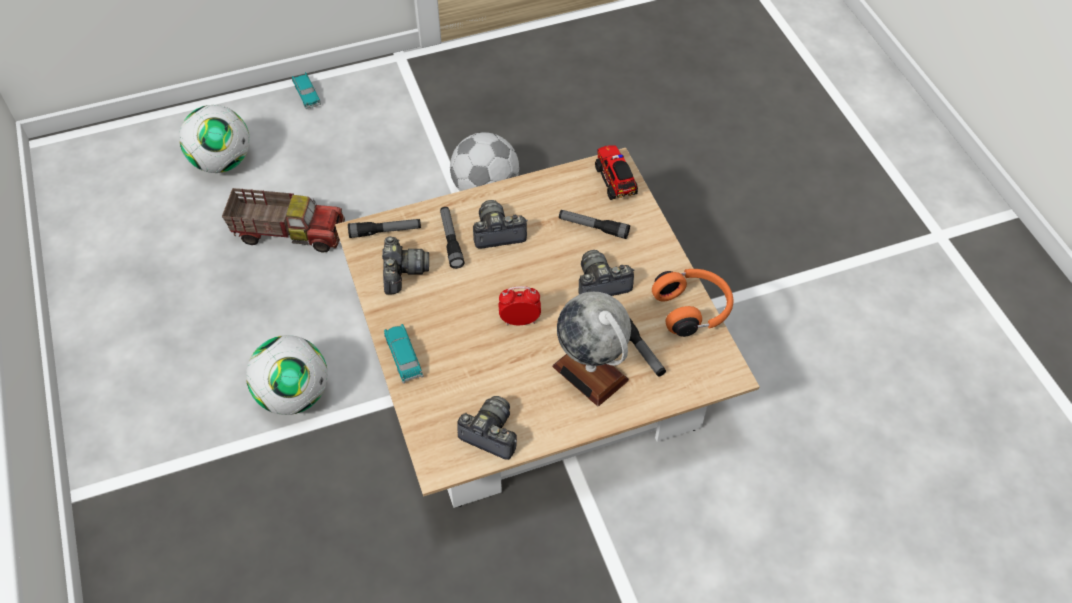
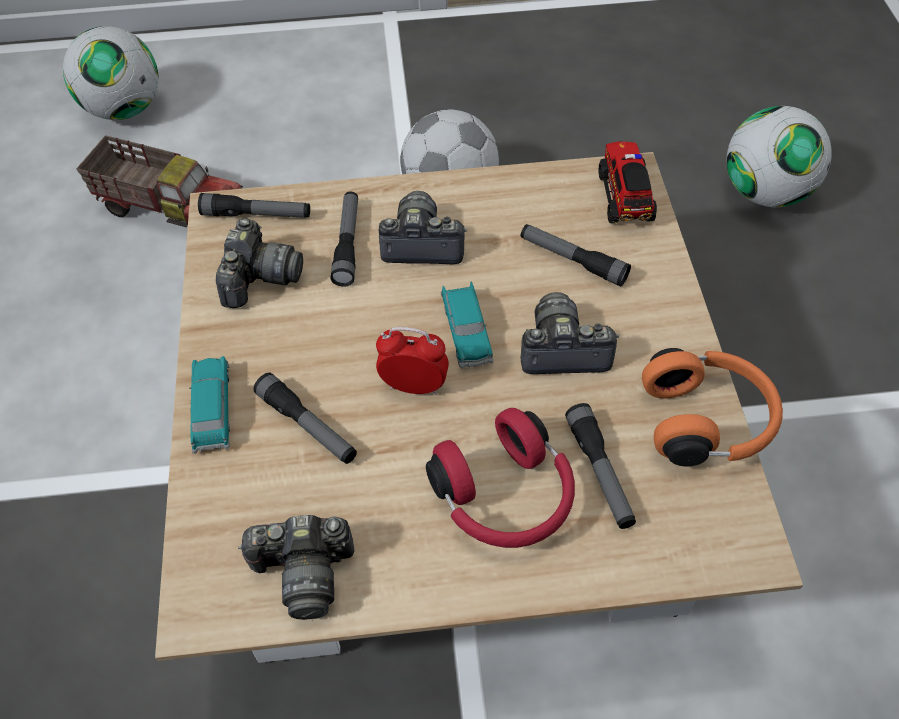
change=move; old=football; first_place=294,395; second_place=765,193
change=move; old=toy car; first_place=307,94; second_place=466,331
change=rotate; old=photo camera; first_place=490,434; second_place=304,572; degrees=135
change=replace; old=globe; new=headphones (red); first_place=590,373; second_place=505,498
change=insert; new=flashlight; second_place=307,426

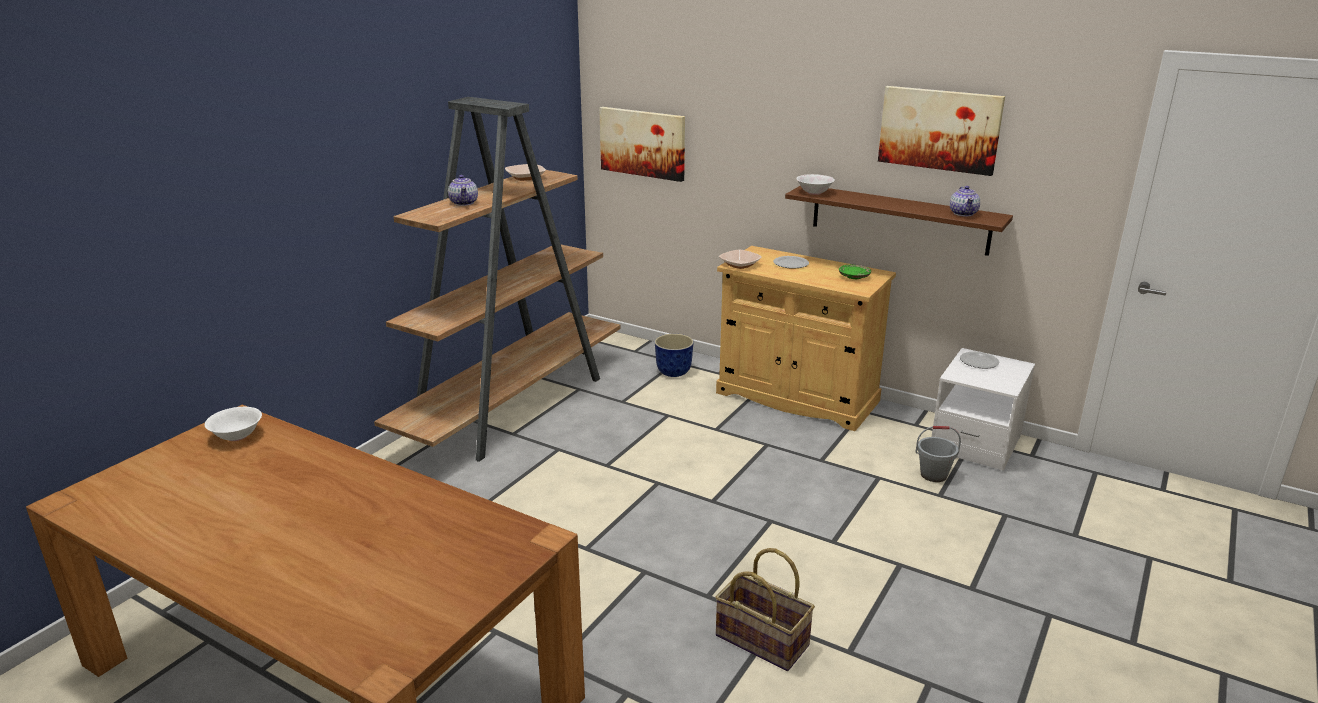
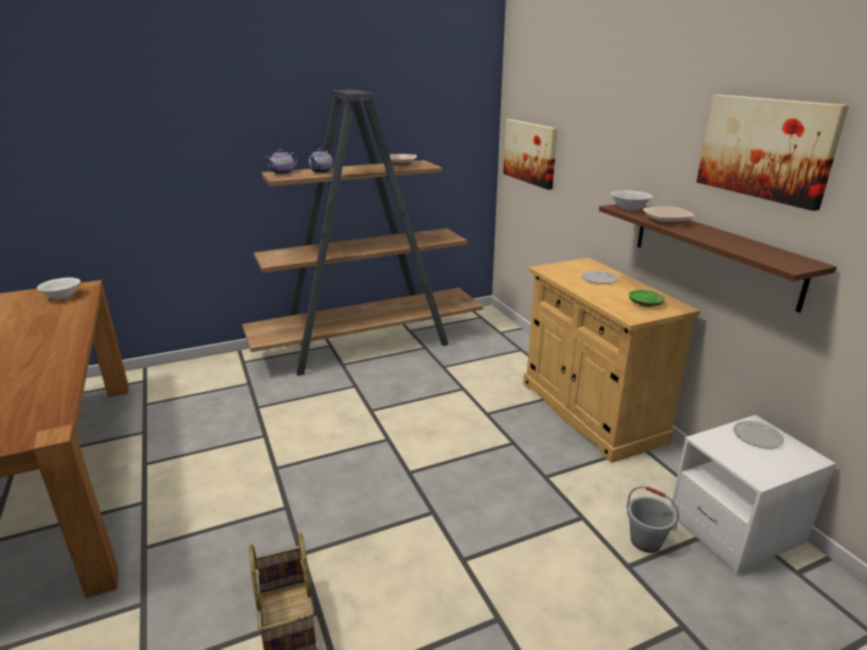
change=delete; old=planter; first_place=674,372
change=move; old=bowl; first_place=739,264; second_place=666,221
change=move; old=teapot; first_place=963,213; second_place=283,172

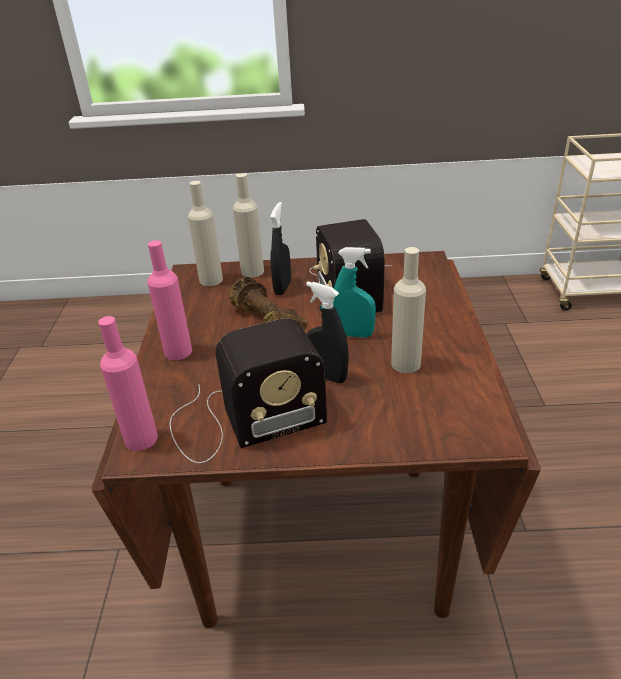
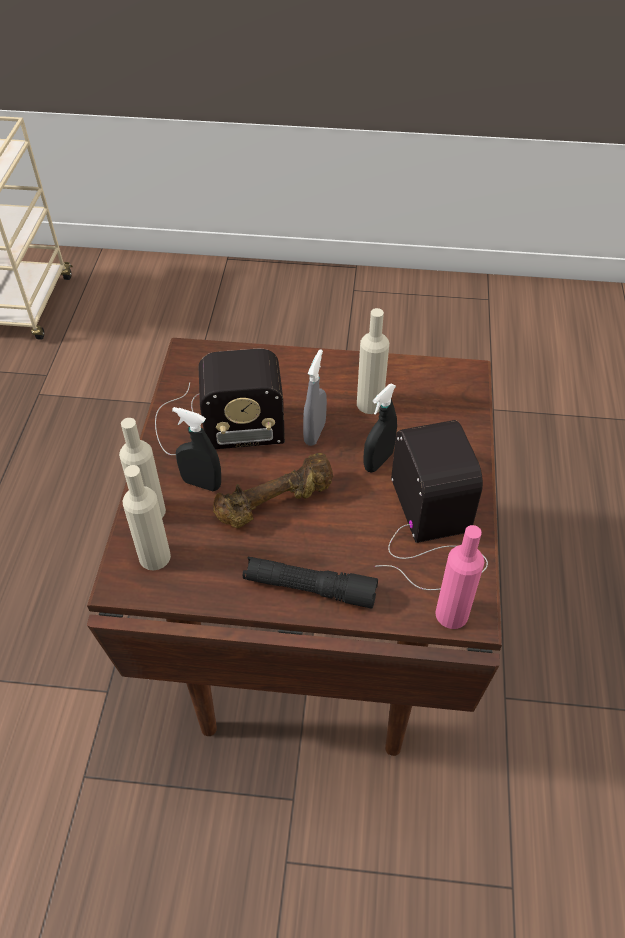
change=replace; old=bottle (pink); new=flashlight (black); first_place=178,351; second_place=309,588
change=recolor; old=spray bottle (turquoise); new=spray bottle (grey); first_place=353,334; second_place=314,433

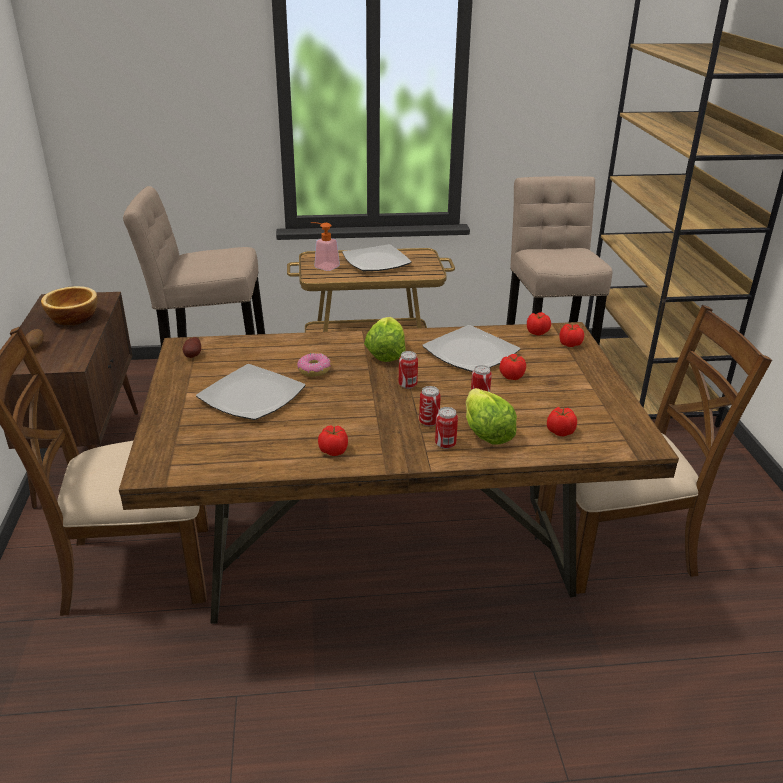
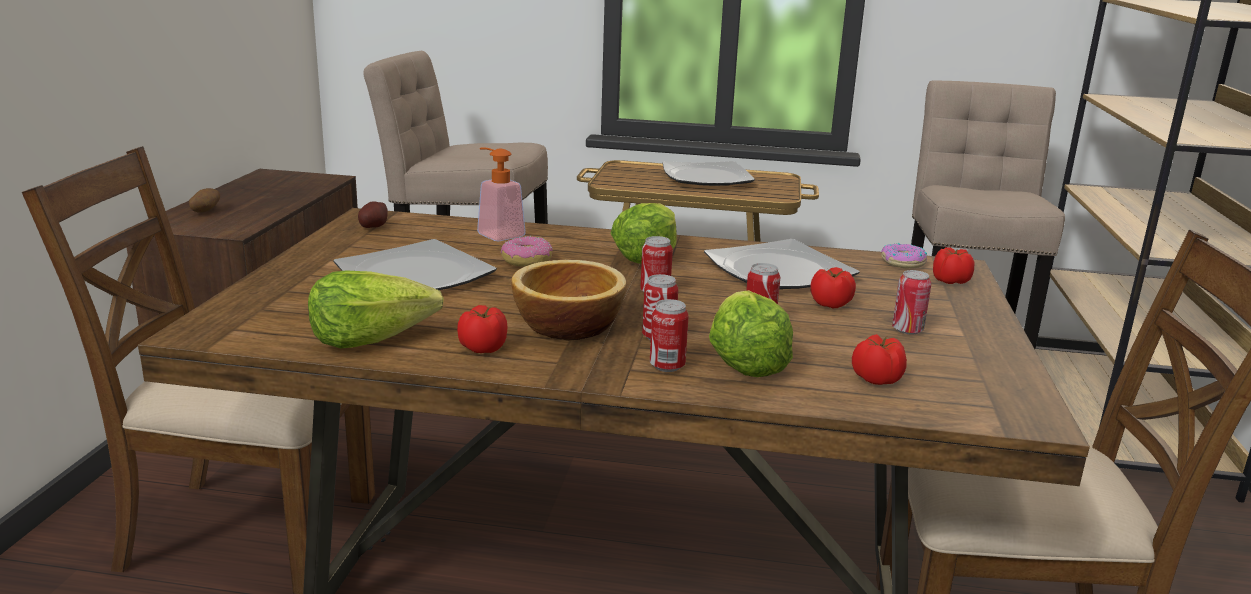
change=move; old=bowl; first_place=72,318; second_place=566,325
change=move; old=soap dispenser; first_place=323,266; second_place=496,233
change=replace; old=tomato; new=donut; first_place=537,332; second_place=902,263
change=insert; new=lettuce; second_place=371,339
change=insert; new=can; second_place=907,330

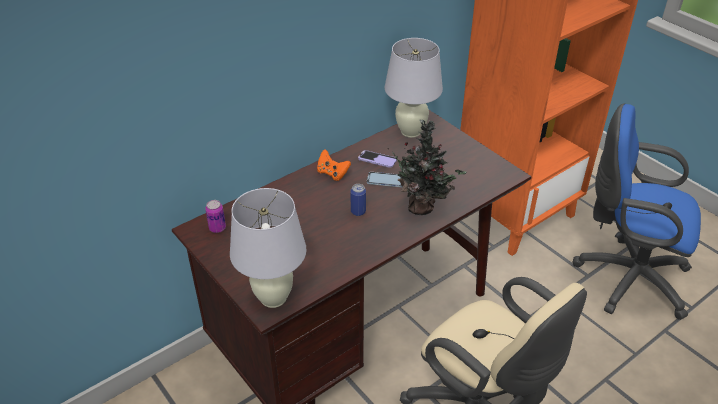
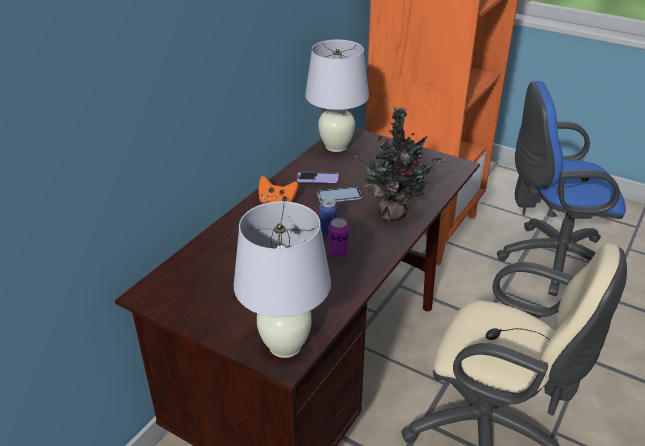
change=move; old=can; first_place=217,228; second_place=338,252

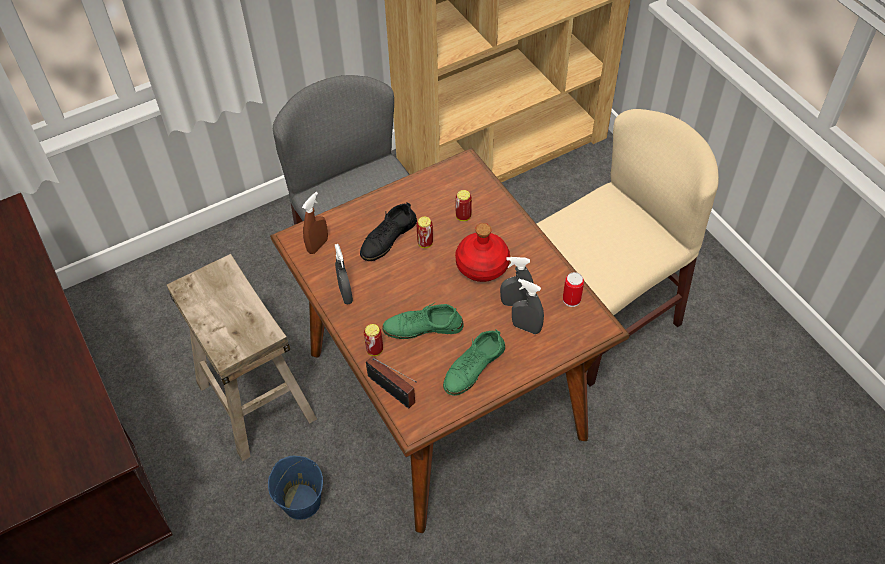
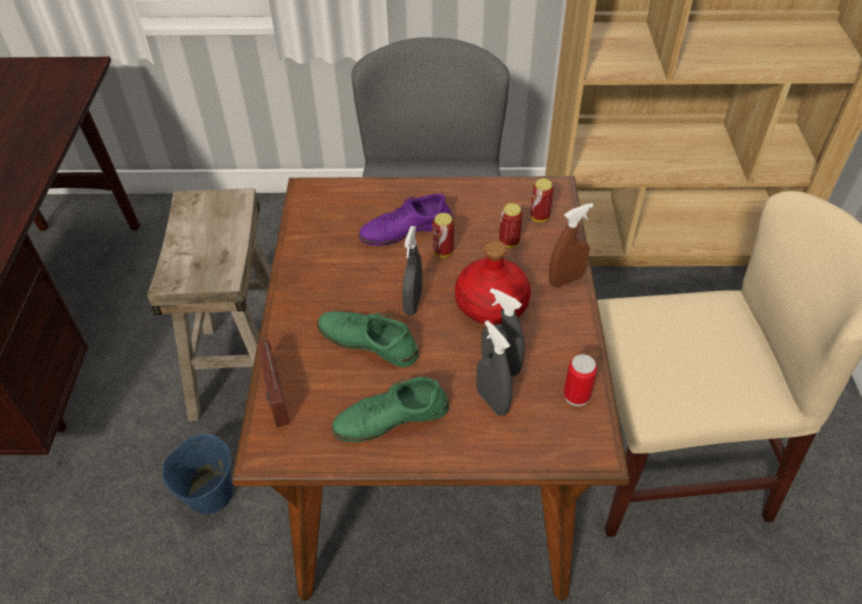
change=move; old=spray bottle (brown); first_place=318,245; second_place=566,280
change=move; old=spray bottle (grey); first_place=345,294; second_place=413,303
change=recolor; old=shoe (black); new=shoe (purple); first_place=388,238; second_place=406,229
change=move; old=can; first_place=374,350; second_place=539,217

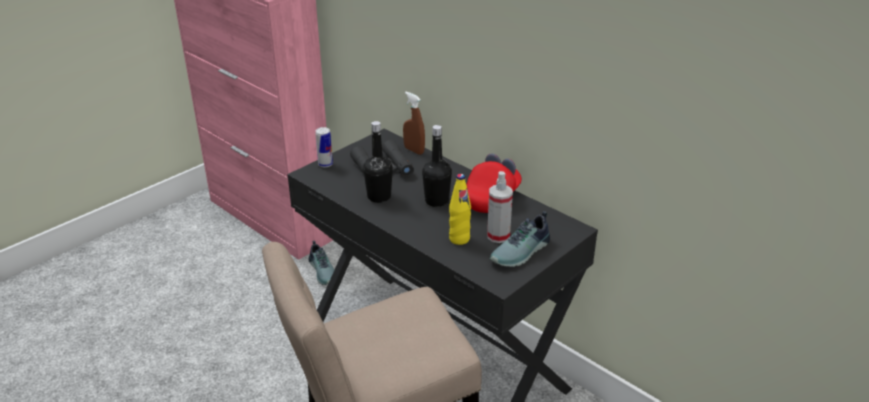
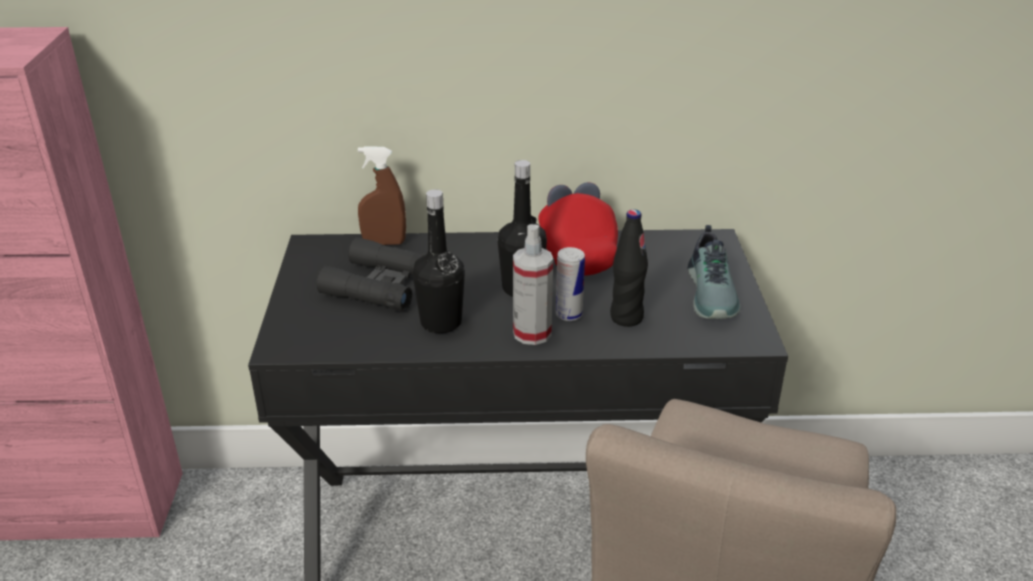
change=delete; old=shoe; first_place=324,271
change=move; old=can; first_place=325,164; second_place=569,315
change=recolor; old=bottle (yellow); new=bottle (black); first_place=459,239; second_place=626,317
change=move; old=spray bottle; first_place=498,236; second_place=532,333

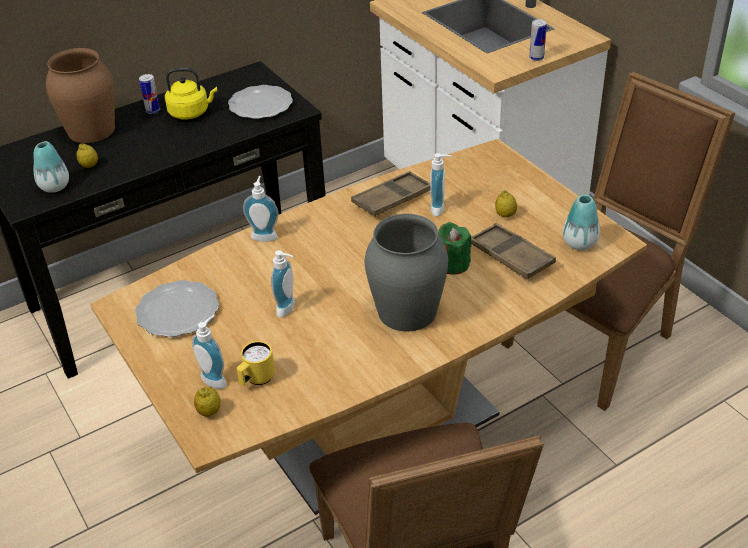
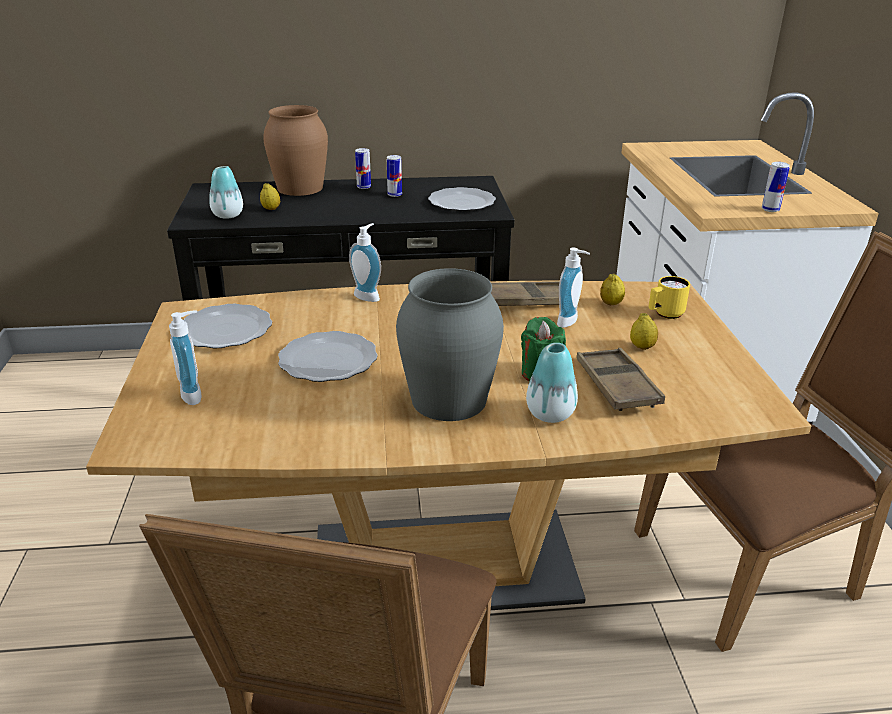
change=replace; old=kettle (yellow); new=can; first_place=191,112; second_place=394,195
change=move; old=lemon; first_place=209,412; second_place=611,304
change=move; old=mug (yellow); first_place=256,380; second_place=664,315
change=replace; old=soap dispenser; new=plate; first_place=289,309; second_place=328,359
change=move; old=vase; first_place=579,243; second_place=550,414

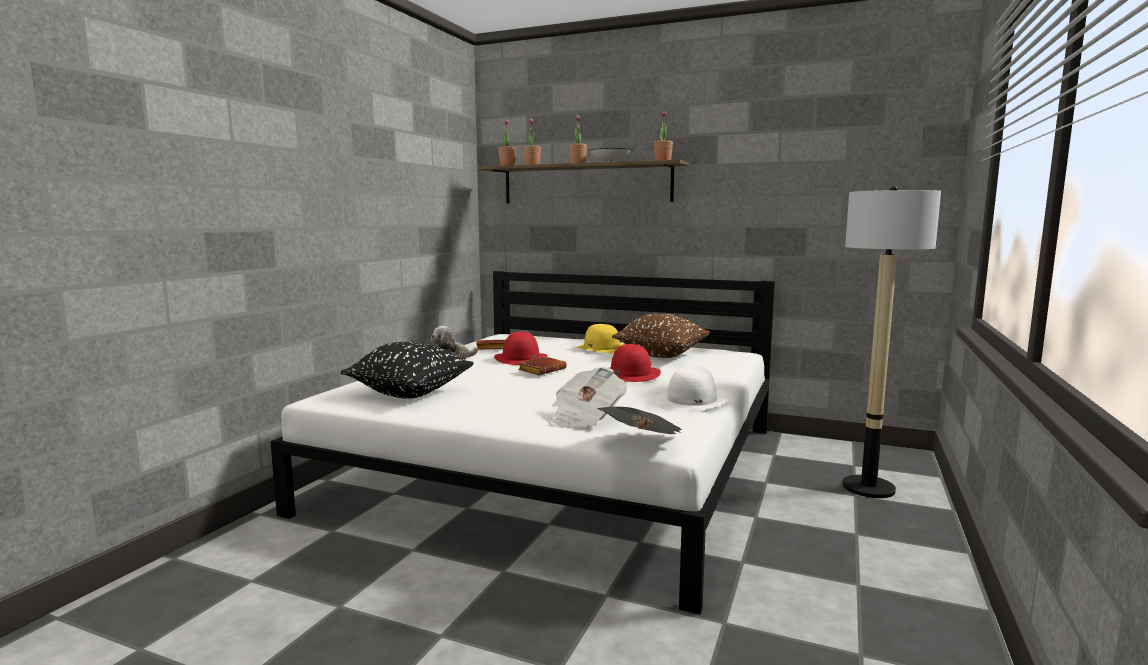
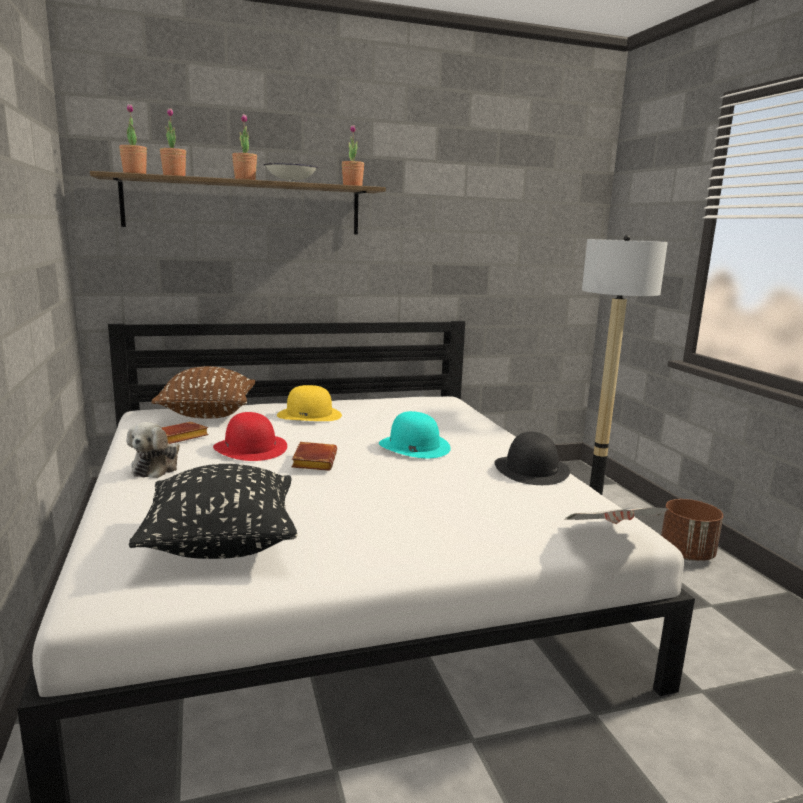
change=delete; old=newspaper; first_place=585,419
change=recolor; old=hat (red); new=hat (turquoise); first_place=630,373; second_place=414,446
change=move; old=pillow (brown); first_place=661,355; second_place=208,414
change=recolor; old=hat (white); new=hat (black); first_place=691,401; second_place=531,470
change=insert; new=planter (brown); second_place=686,554

